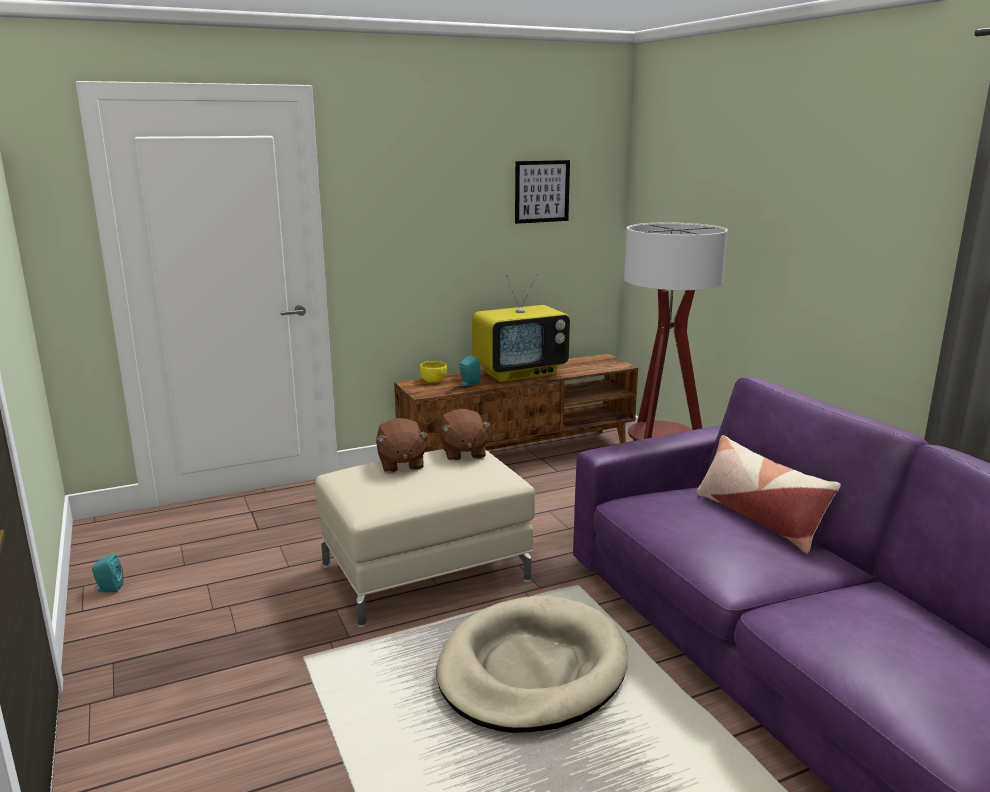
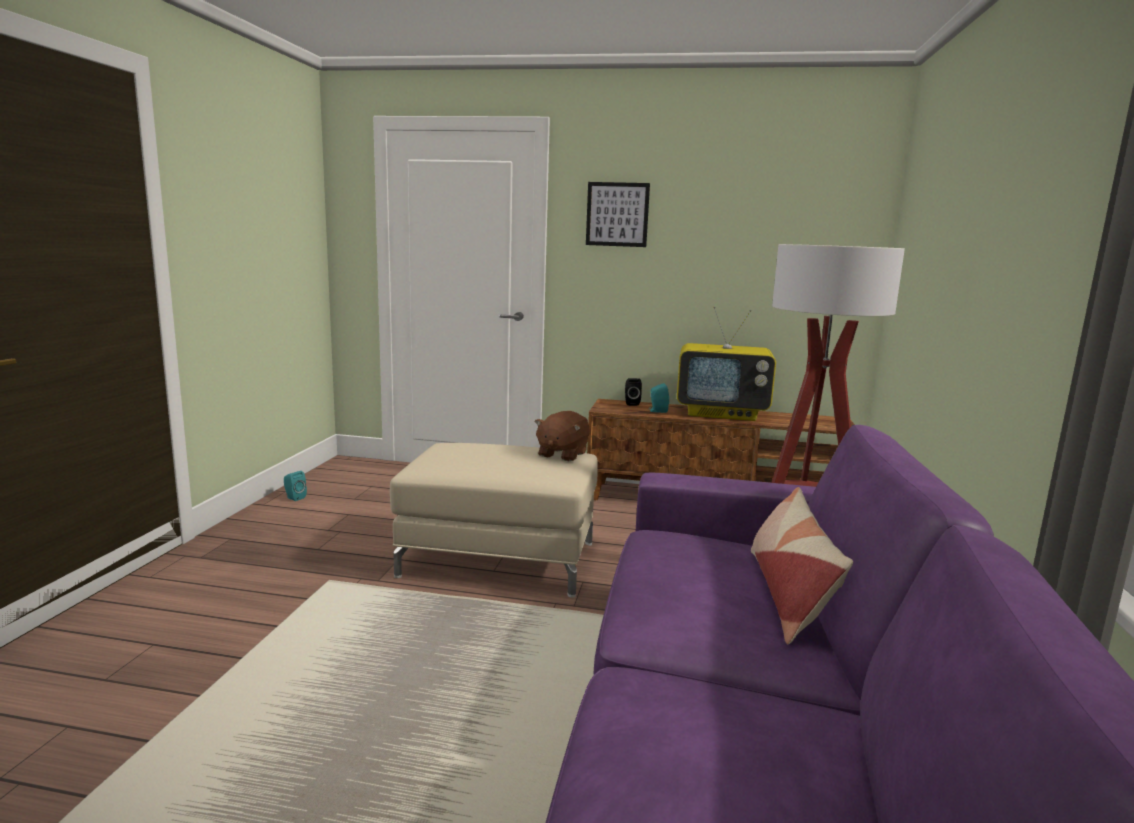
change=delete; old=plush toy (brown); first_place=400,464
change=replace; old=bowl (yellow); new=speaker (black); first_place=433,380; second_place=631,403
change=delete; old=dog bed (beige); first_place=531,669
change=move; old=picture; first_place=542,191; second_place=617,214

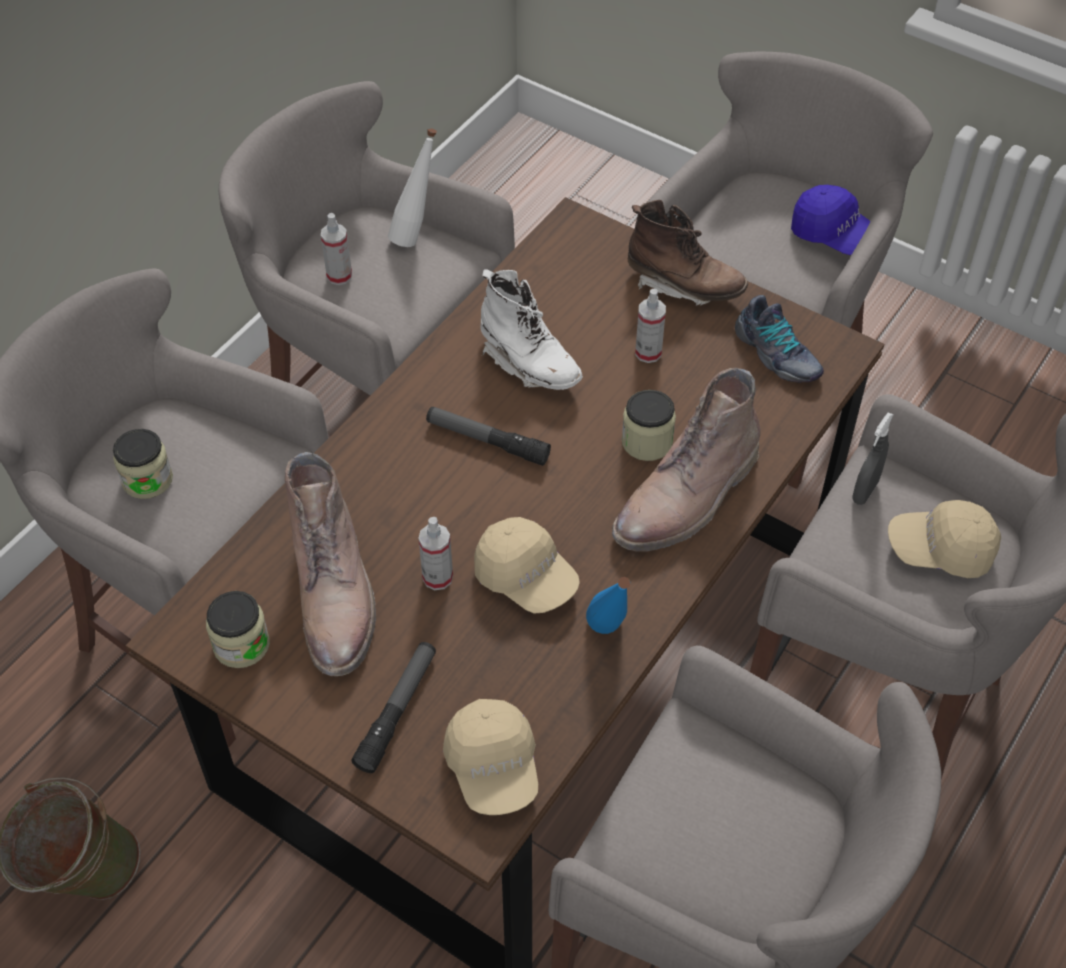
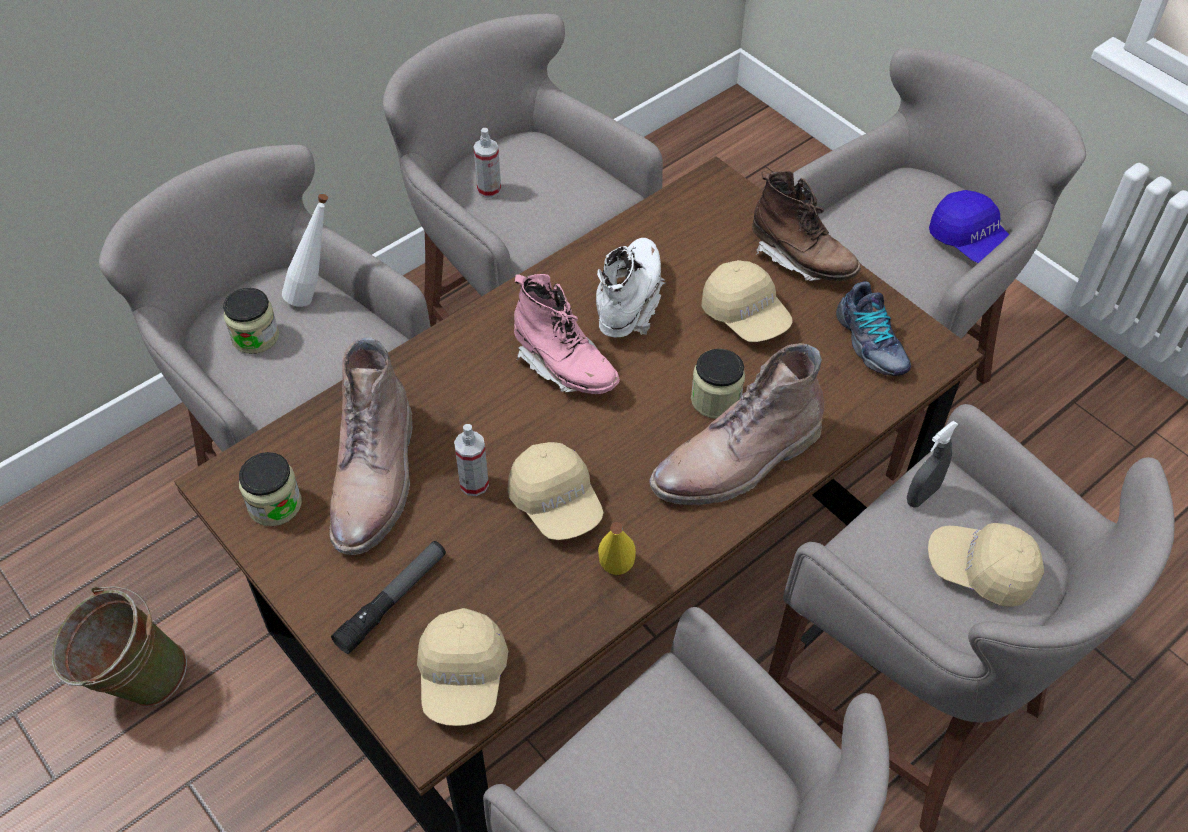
change=move; old=bottle (white); first_place=416,235; second_place=315,294
change=replace; old=flashlight; new=boot (pink); first_place=487,441; second_place=564,366
change=rotate; old=boot (white); first_place=529,363; second_place=629,303; degrees=-135
change=recolor; old=bottle (blue); new=bottle (yellow); first_place=609,637; second_place=615,579
change=replace; old=spray bottle; new=cap (beige); first_place=648,352; second_place=745,316

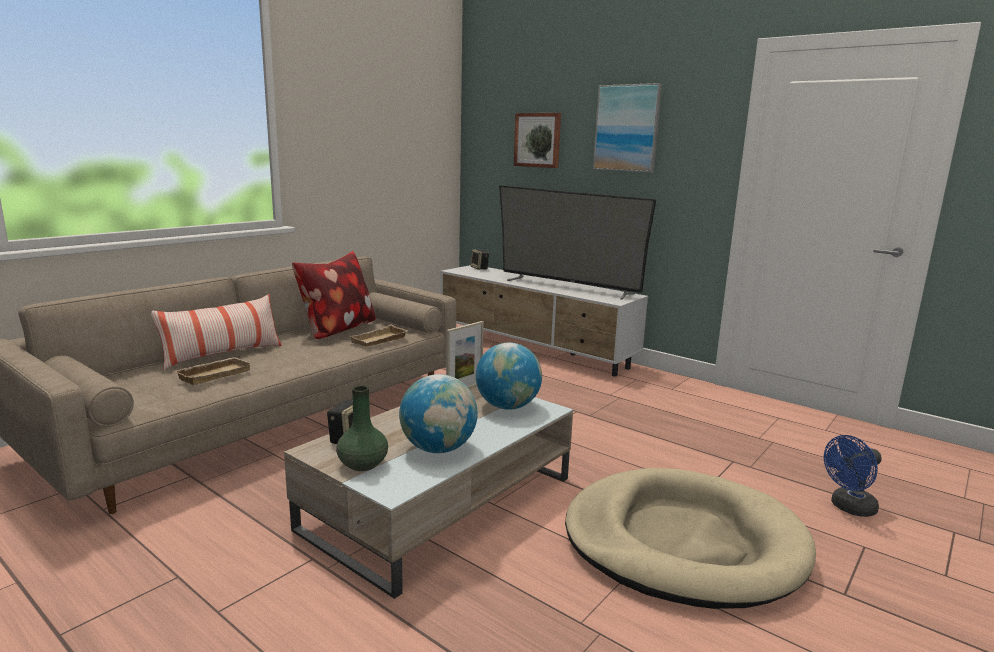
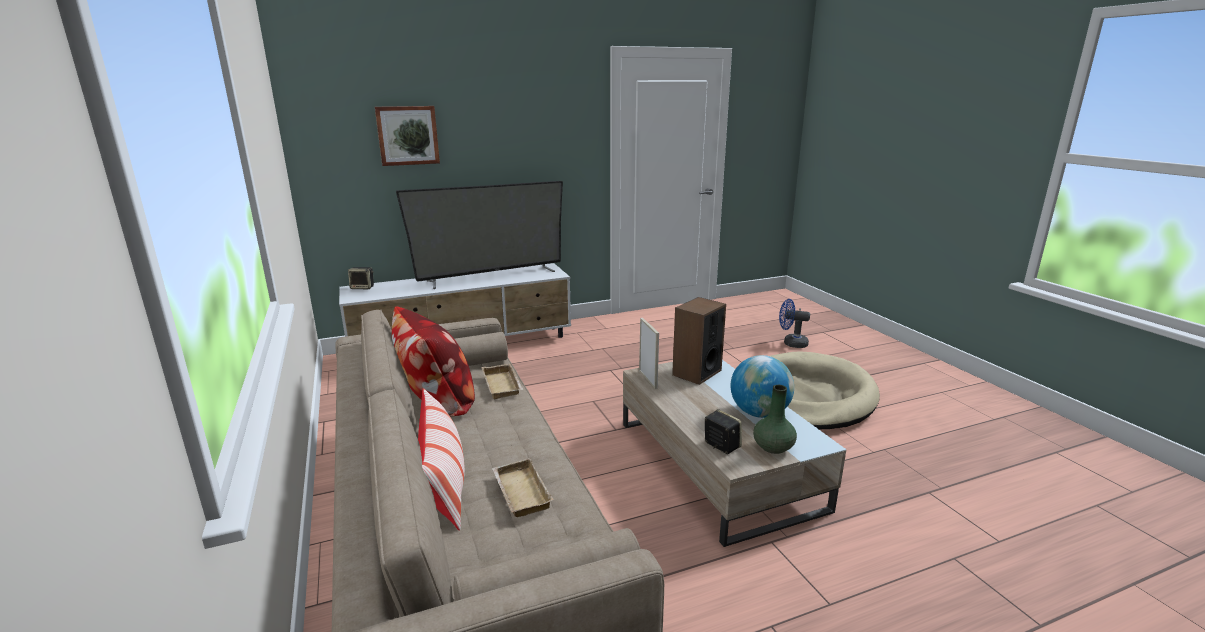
change=replace; old=globe; new=speaker; first_place=507,406; second_place=696,372
change=delete; old=picture; first_place=627,128
change=rotate; old=fan (blue); first_place=849,508; second_place=791,343; degrees=105

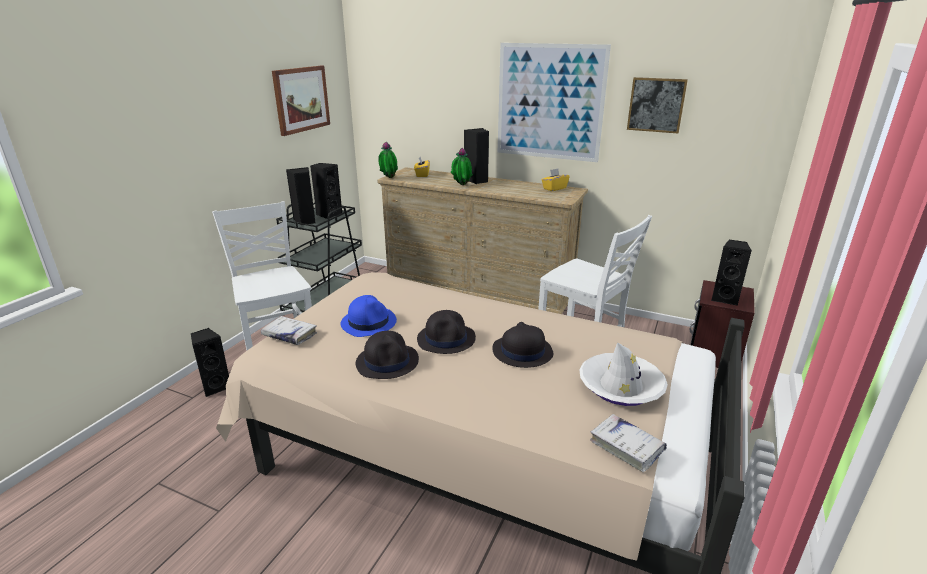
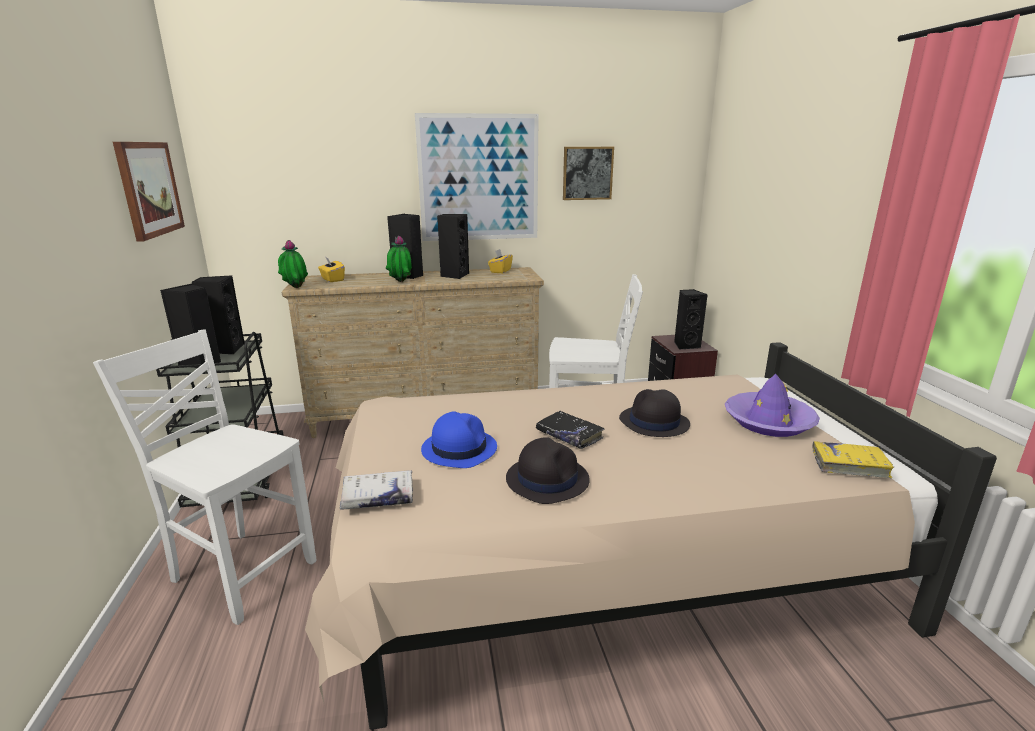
change=move; old=speaker (black); first_place=216,387; second_place=454,275
change=replace; old=hat (black); new=book (black); first_place=446,339; second_place=569,435
change=recolor; old=hat (white); new=hat (purple); first_place=621,386; second_place=768,422
change=recolor; old=book (white); new=book (yellow); first_place=626,447; second_place=849,465

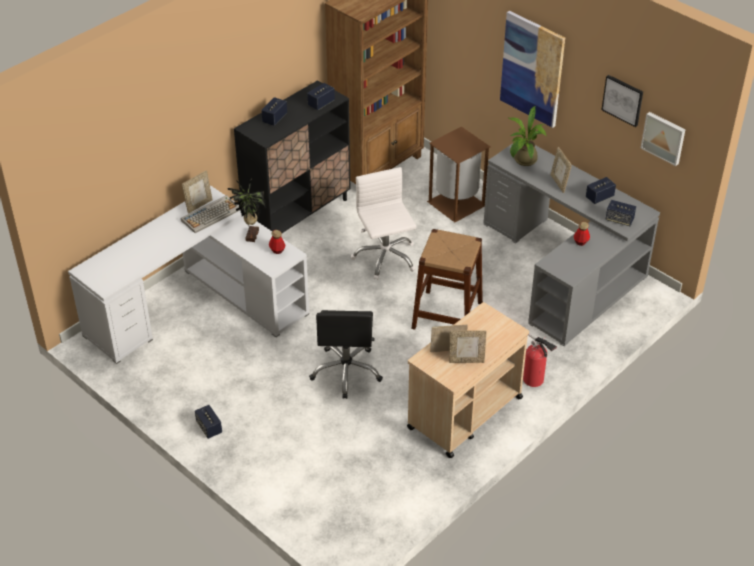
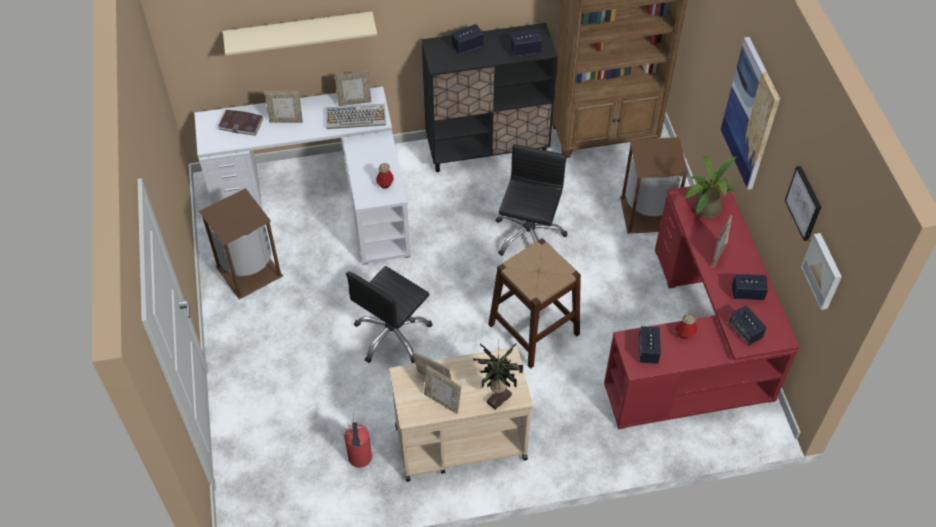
change=move; old=speaker; first_place=209,428; second_place=648,350
change=move; old=potted plant; first_place=250,236; second_place=497,398
change=recolor; old=office chair (white); new=office chair (black); first_place=385,257; second_place=528,236
change=recolor; old=desk (grey); new=desk (red); first_place=566,268; second_place=696,344
change=move; old=fire extinguisher; first_place=535,380; second_place=360,459
change=insert; new=trash can (brown); second_place=249,270
change=insert; new=book; second_place=241,124
change=insert; new=shelf (beige); second_place=299,32
change=insert; new=picture frame; second_place=286,120

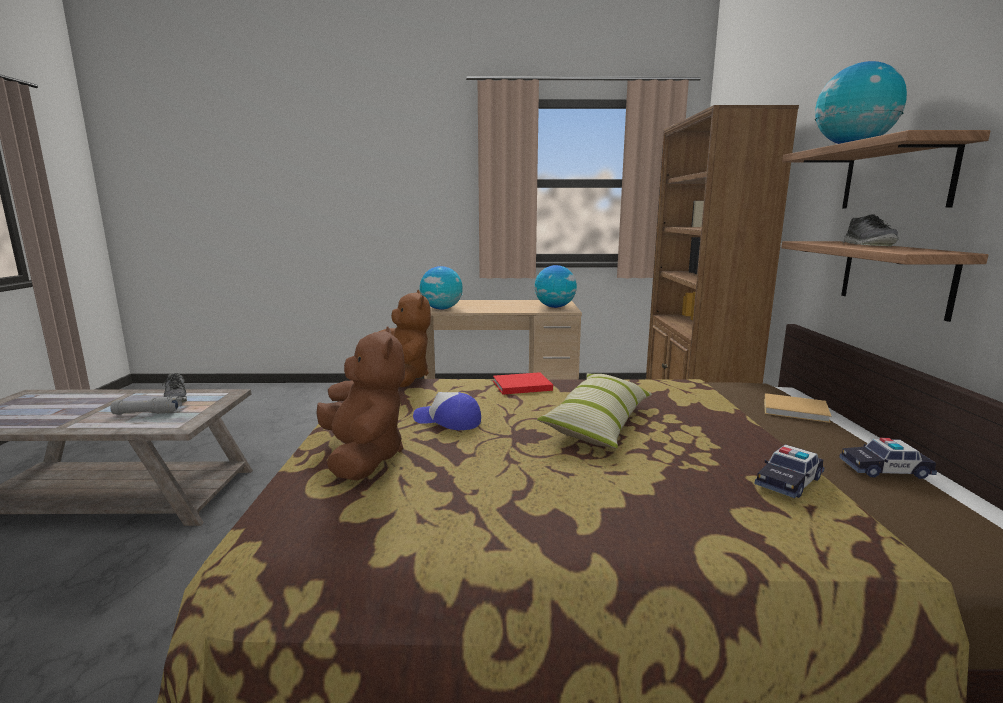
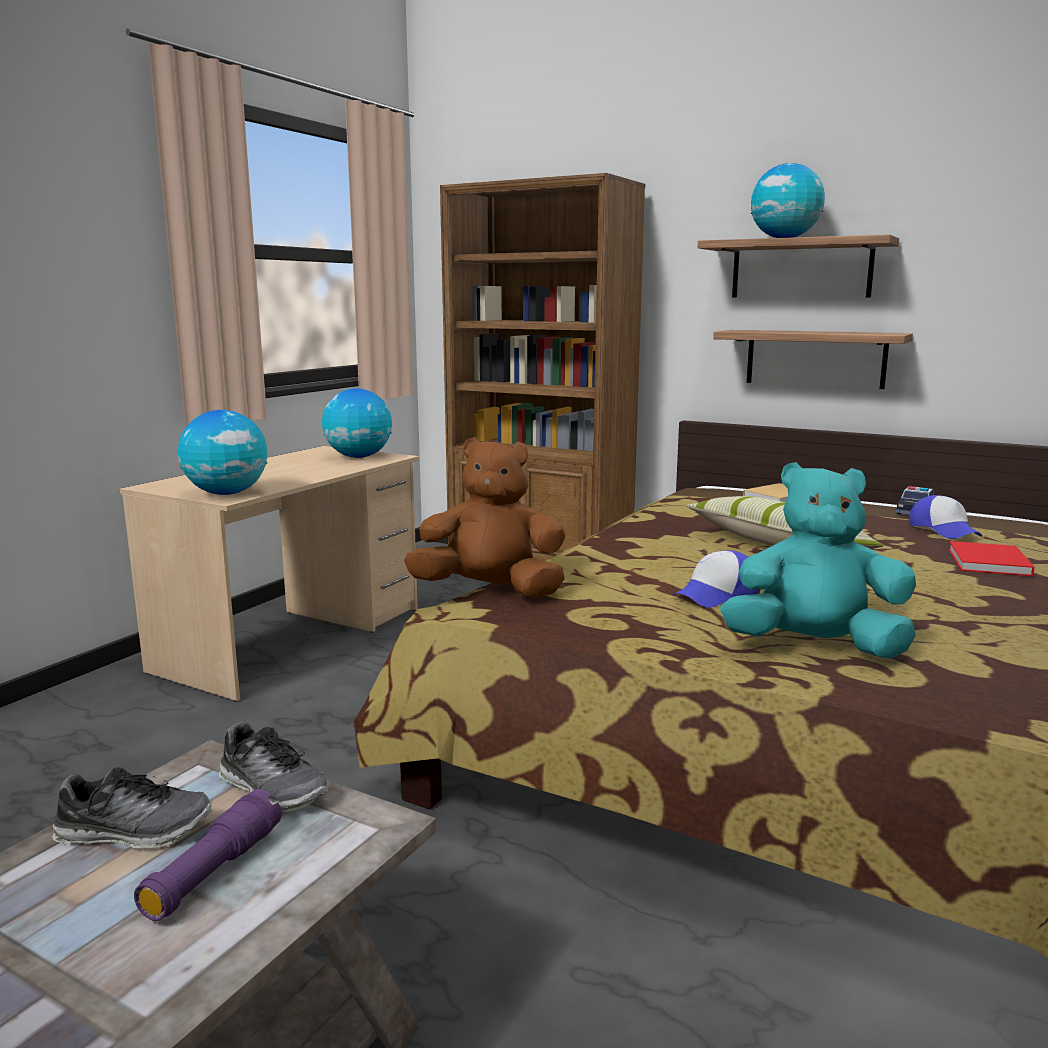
change=recolor; old=flashlight (grey); new=flashlight (purple); first_place=148,414; second_place=213,872
change=recolor; old=plush toy (brown); new=plush toy (turquoise); first_place=363,458; second_place=814,647
change=move; old=book (red); first_place=520,386; second_place=989,563
change=replace; old=toy car; new=cap; first_place=789,481; second_place=944,530
change=move; old=shoe; first_place=868,245; second_place=273,789

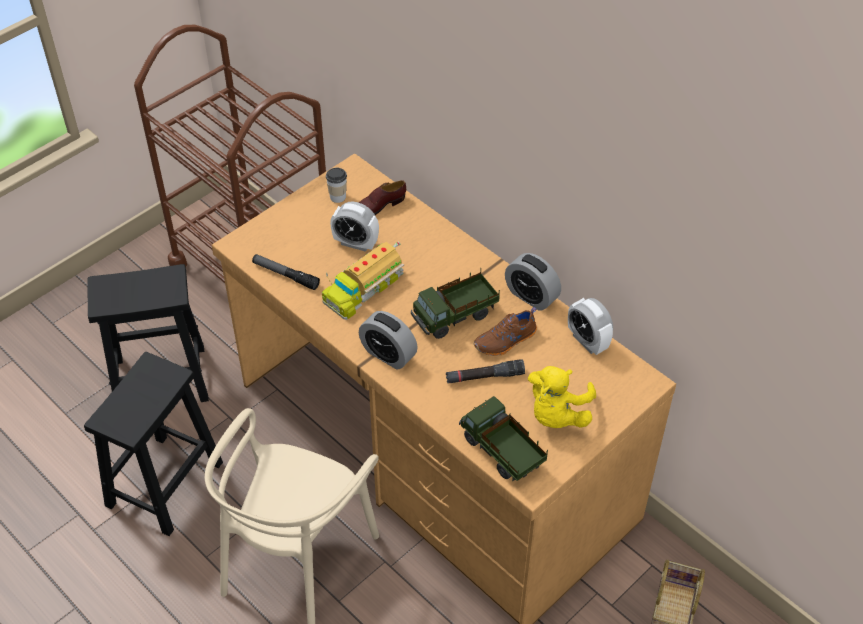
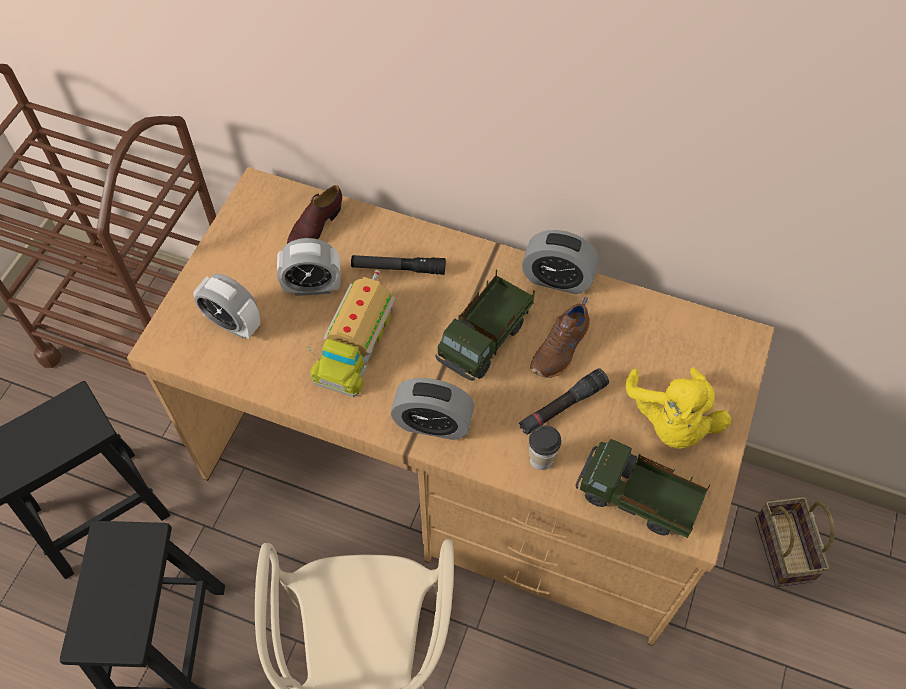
change=move; old=flashlight; first_place=285,275; second_place=398,268
change=move; old=cup; first_place=338,197; second_place=541,459
change=move; old=alarm clock; first_place=587,341; second_place=233,324

